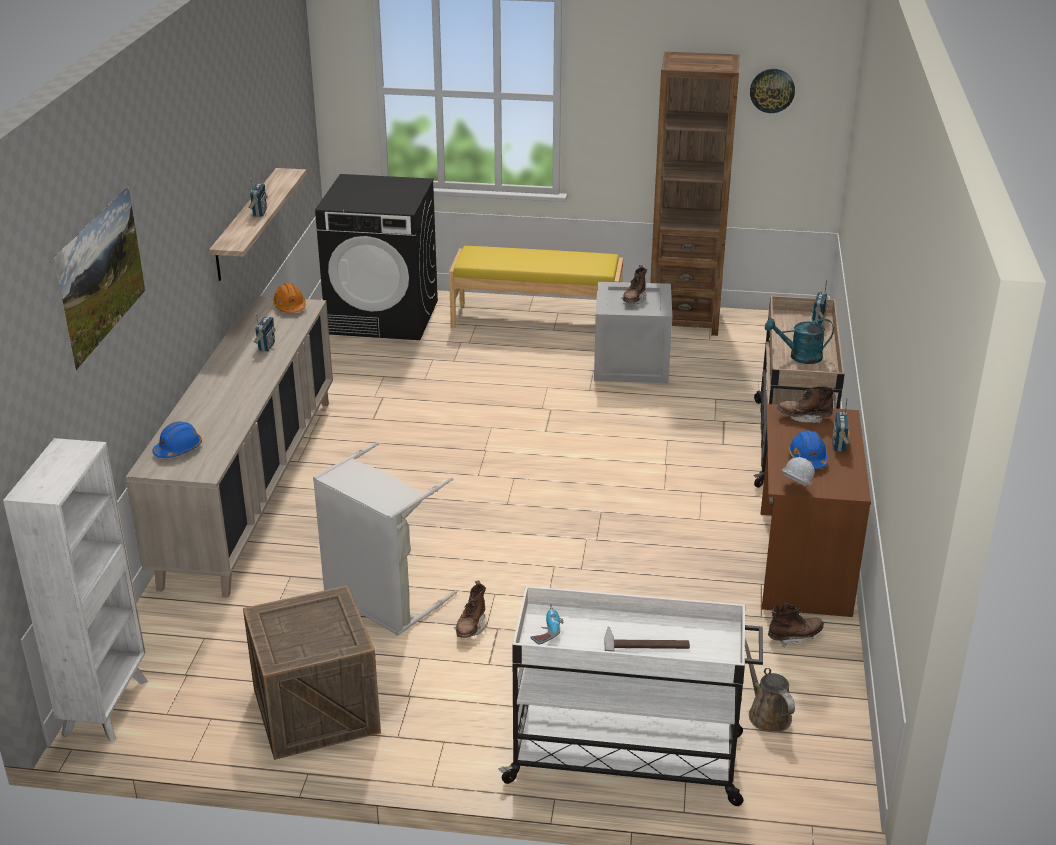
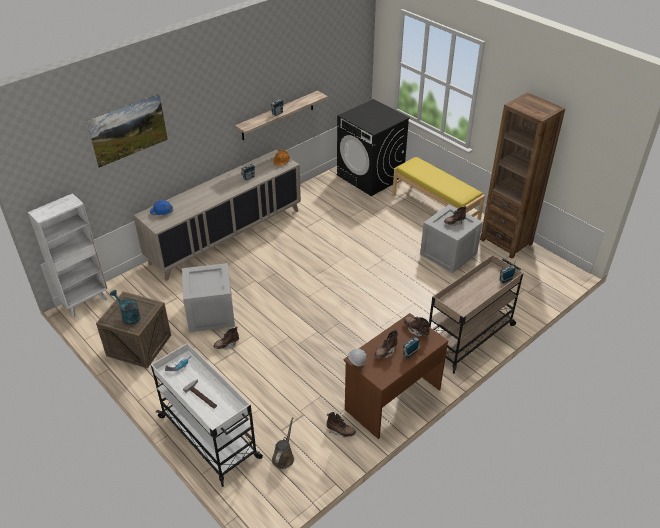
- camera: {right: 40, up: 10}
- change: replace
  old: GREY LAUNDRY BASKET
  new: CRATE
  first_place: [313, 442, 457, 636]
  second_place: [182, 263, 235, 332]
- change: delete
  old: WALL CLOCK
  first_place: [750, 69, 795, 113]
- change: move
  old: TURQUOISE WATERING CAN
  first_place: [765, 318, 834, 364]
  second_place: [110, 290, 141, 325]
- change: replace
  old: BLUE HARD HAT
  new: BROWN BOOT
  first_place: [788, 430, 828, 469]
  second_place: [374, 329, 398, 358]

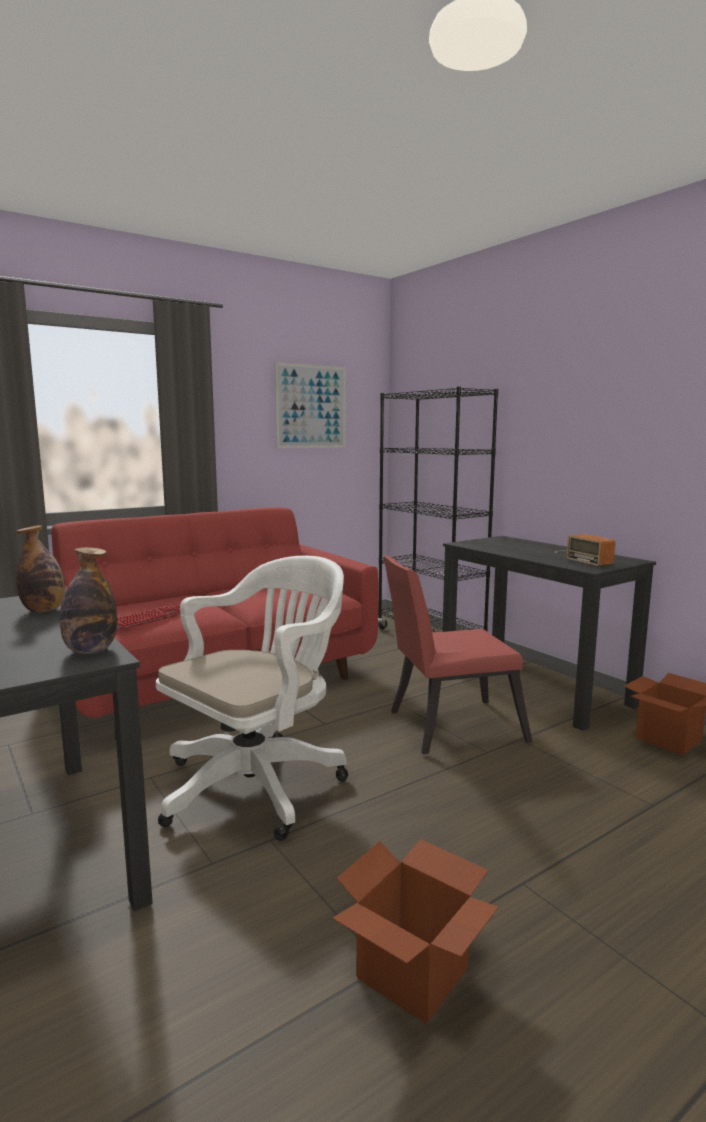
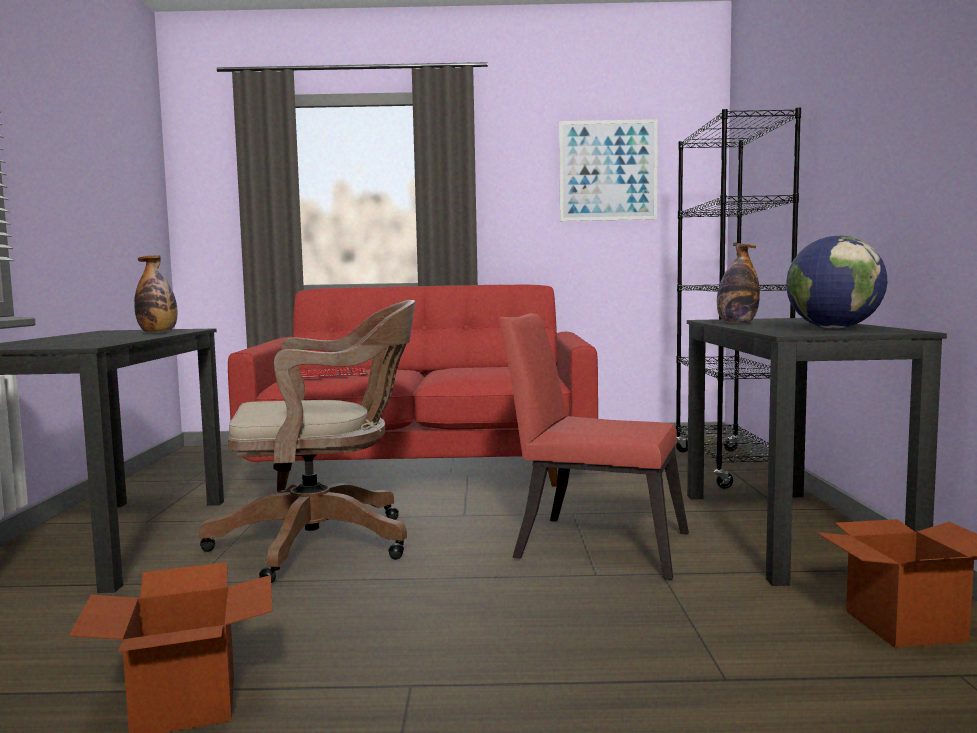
- camera: {right: 35, up: -5}
- change: move
  old: BOTTLE
  first_place: [59, 547, 117, 654]
  second_place: [717, 243, 760, 324]
- change: recolor
  old: WHITE OFFICE CHAIR
  new: BROWN OFFICE CHAIR
  first_place: [156, 556, 348, 841]
  second_place: [199, 300, 415, 583]
- change: replace
  old: RADIO
  new: GLOBE
  first_place: [555, 534, 616, 566]
  second_place: [786, 236, 887, 329]

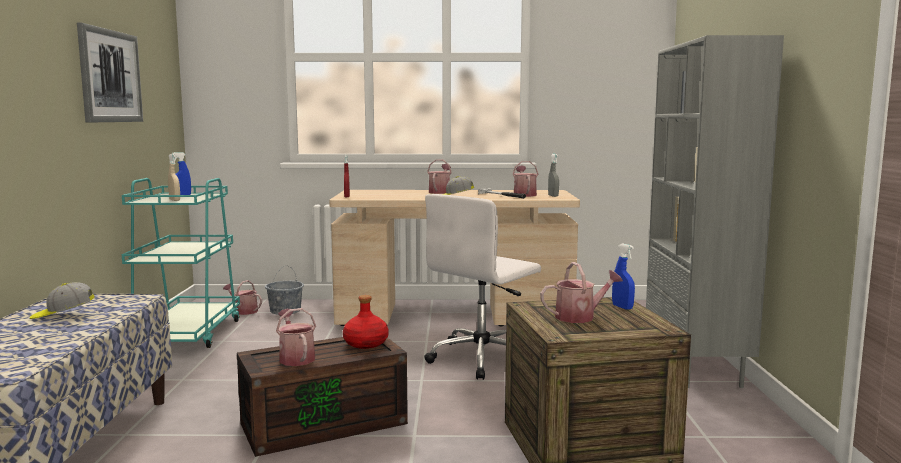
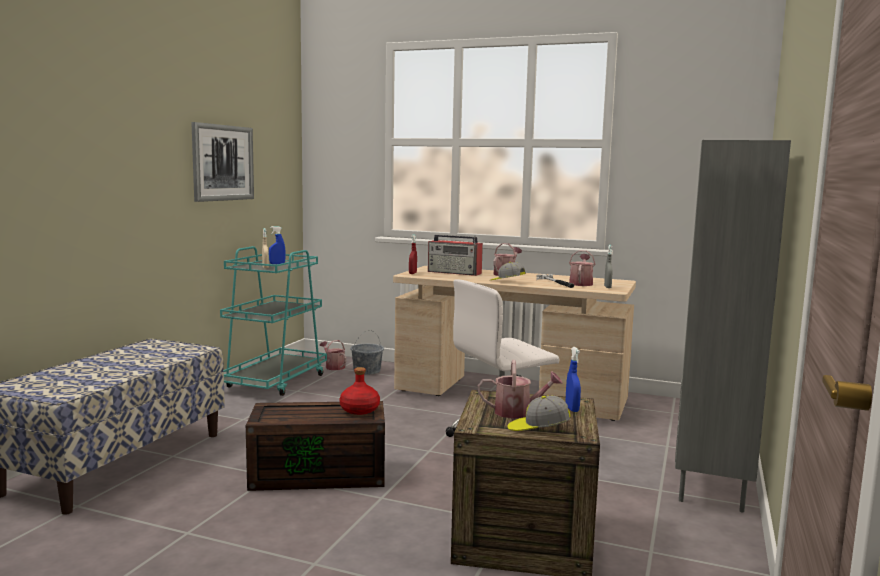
- camera: {right: 20, up: 0}
- change: move
  old: CAP
  first_place: [30, 282, 95, 319]
  second_place: [508, 396, 571, 431]
- change: delete
  old: WATERING CAN
  first_place: [276, 308, 316, 366]
- change: insert
  new: RADIO
  second_place: [428, 235, 483, 276]

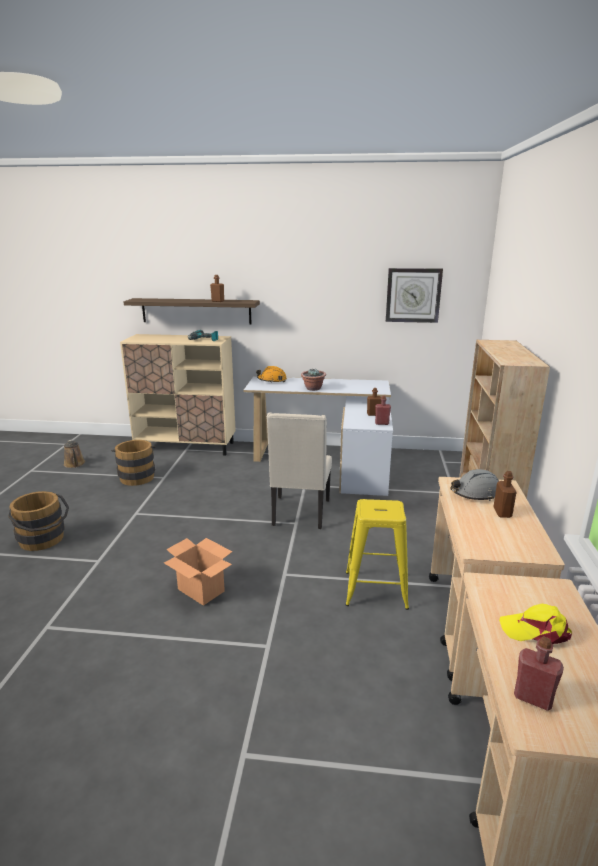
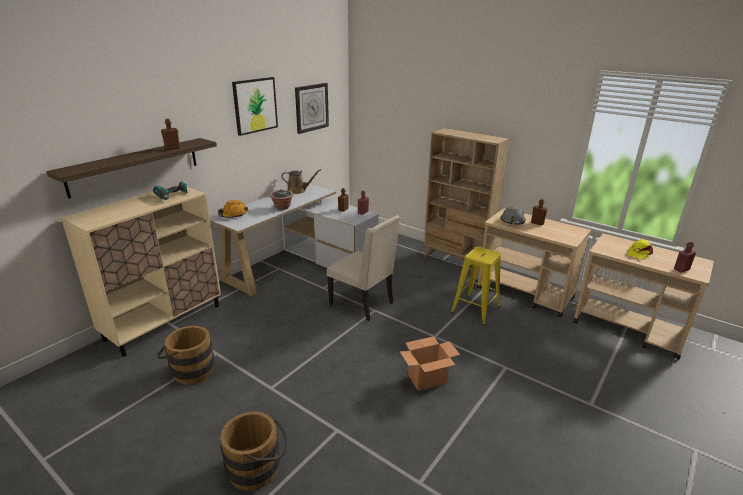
- camera: {right: -60, up: 5}
- change: move
  old: BROWN WATERING CAN
  first_place: [64, 440, 86, 468]
  second_place: [281, 169, 321, 194]
- change: insert
  new: PICTURE
  second_place: [232, 77, 278, 136]

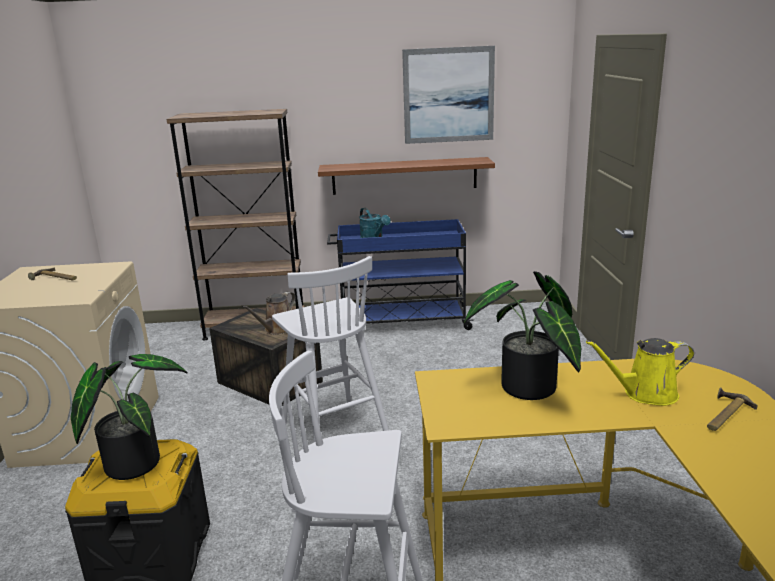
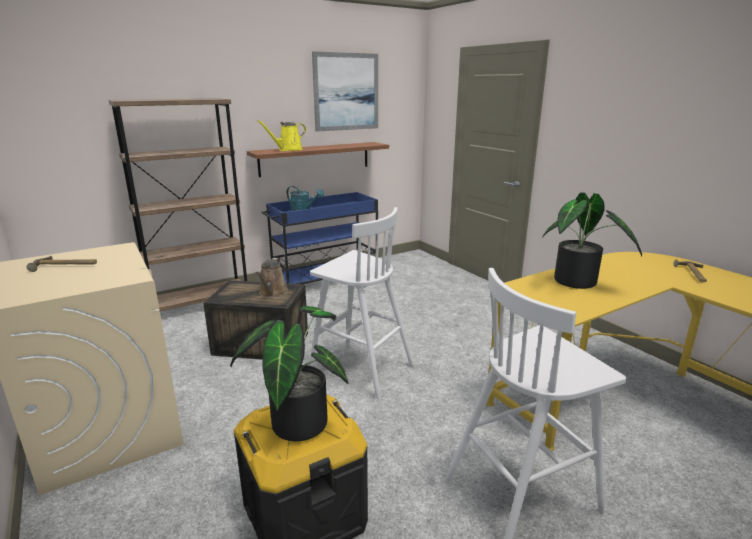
- camera: {right: -30, up: 0}
- change: move
  old: YELLOW WATERING CAN
  first_place: [586, 338, 694, 406]
  second_place: [257, 120, 306, 151]

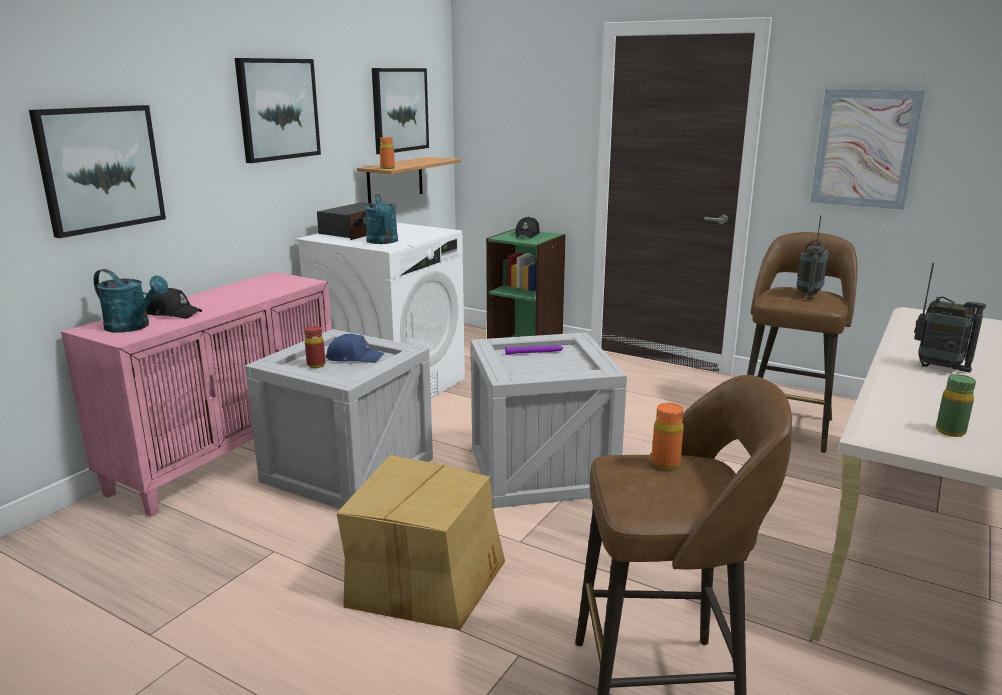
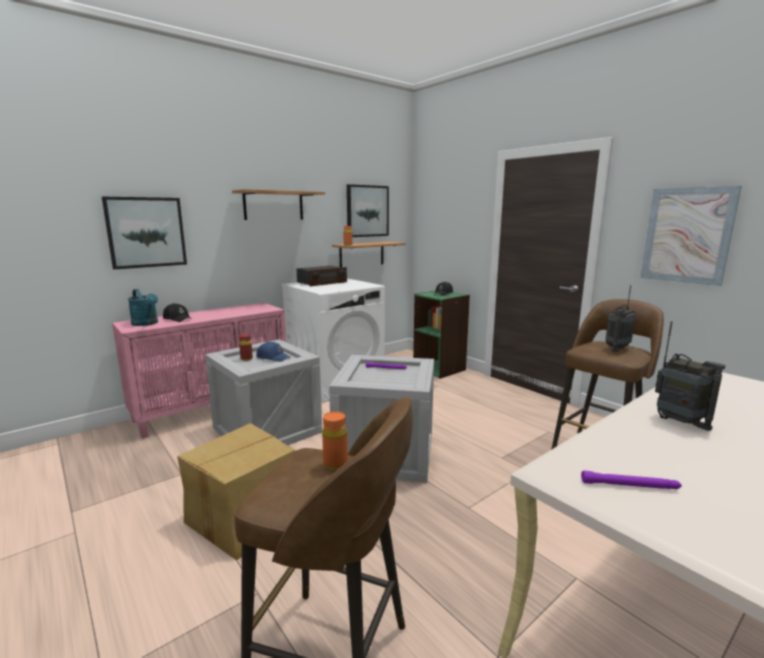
- camera: {right: 20, up: -5}
- change: replace
  old: PICTURE
  new: SHELF
  first_place: [235, 58, 321, 163]
  second_place: [232, 189, 325, 220]
- change: delete
  old: TURQUOISE WATERING CAN
  first_place: [365, 194, 398, 244]
- change: replace
  old: GREEN BOTTLE
  new: PURPLE FLASHLIGHT
  first_place: [936, 374, 976, 437]
  second_place: [581, 471, 682, 489]

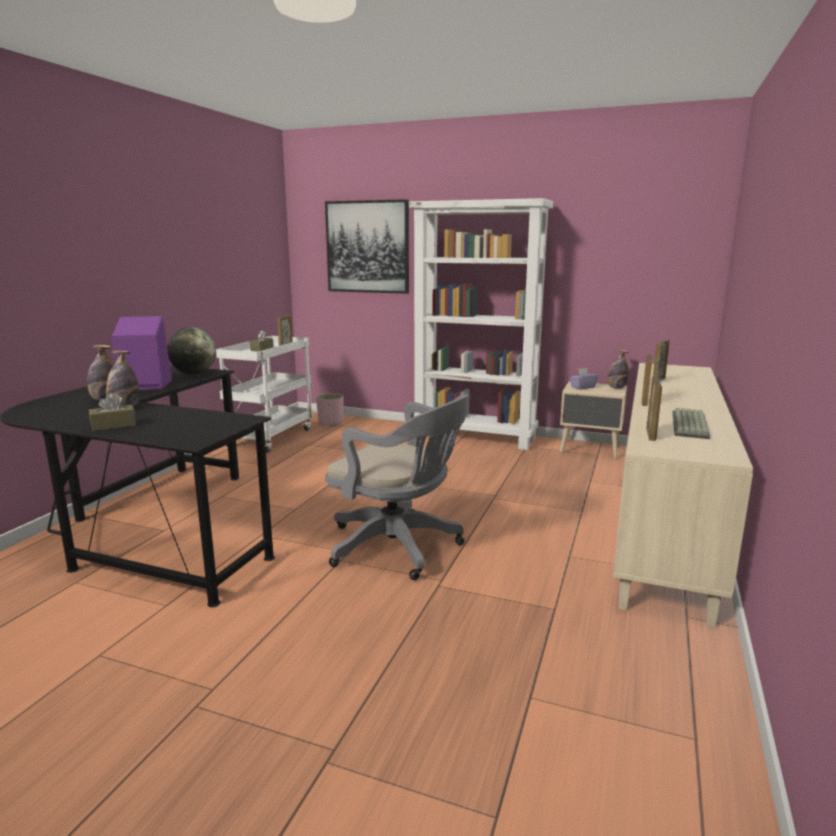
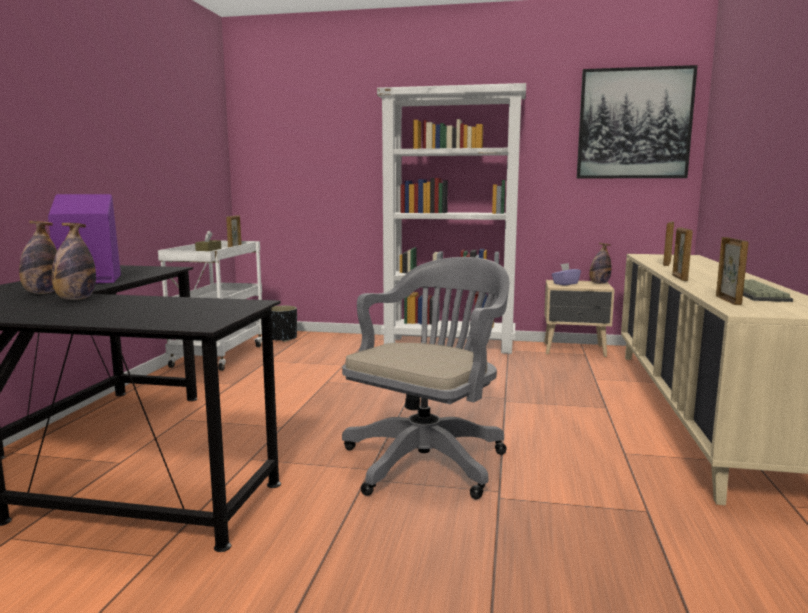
- camera: {right: -10, up: -5}
- change: delete
  old: BROWN TISSUE BOX
  first_place: [89, 393, 136, 431]
- change: delete
  old: GLOBE
  first_place: [167, 327, 216, 375]
- change: recolor
  old: PINK PLANTER
  new: BLACK PLANTER
  first_place: [316, 393, 343, 426]
  second_place: [271, 306, 297, 342]
- change: move
  old: PICTURE
  first_place: [325, 199, 409, 294]
  second_place: [577, 65, 698, 178]
- change: rotate
  old: GREY OFFICE CHAIR
  first_place: [325, 394, 469, 580]
  second_place: [342, 257, 510, 499]
  degrees: -75

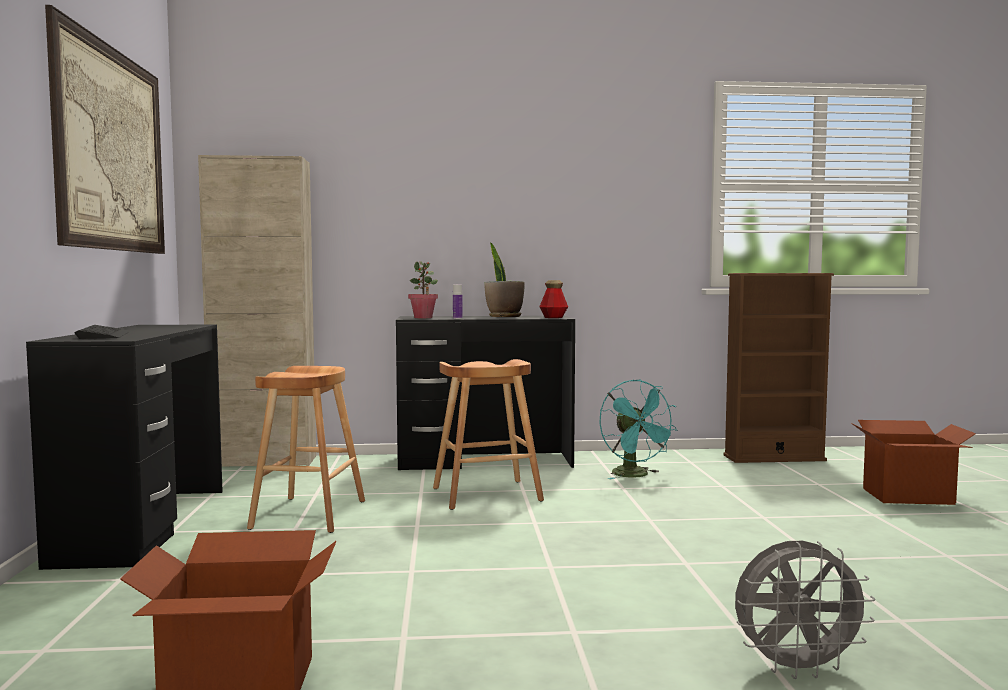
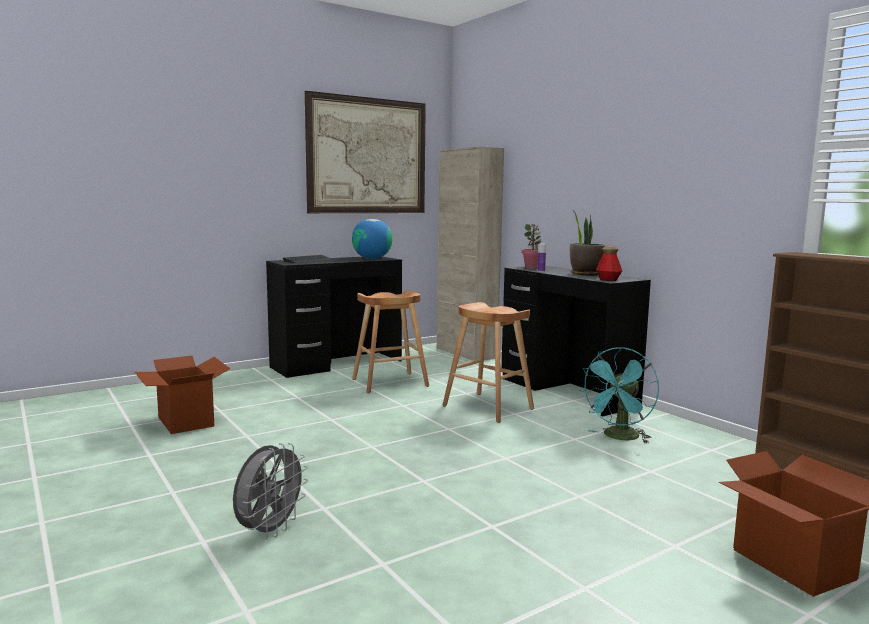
- camera: {right: 60, up: 5}
- change: rotate
  old: GREY FAN
  first_place: [735, 541, 875, 679]
  second_place: [233, 443, 308, 539]
  degrees: -120
- change: insert
  new: GLOBE
  second_place: [352, 219, 392, 259]

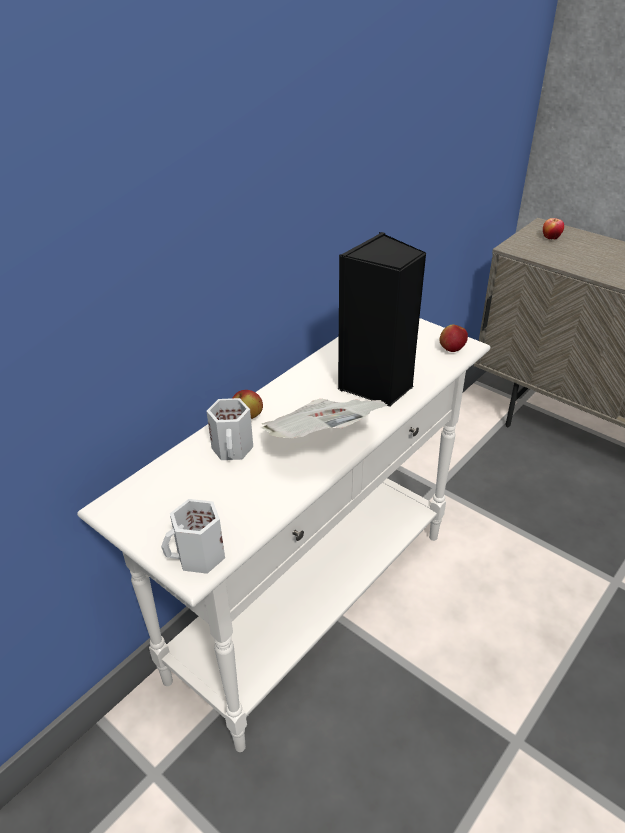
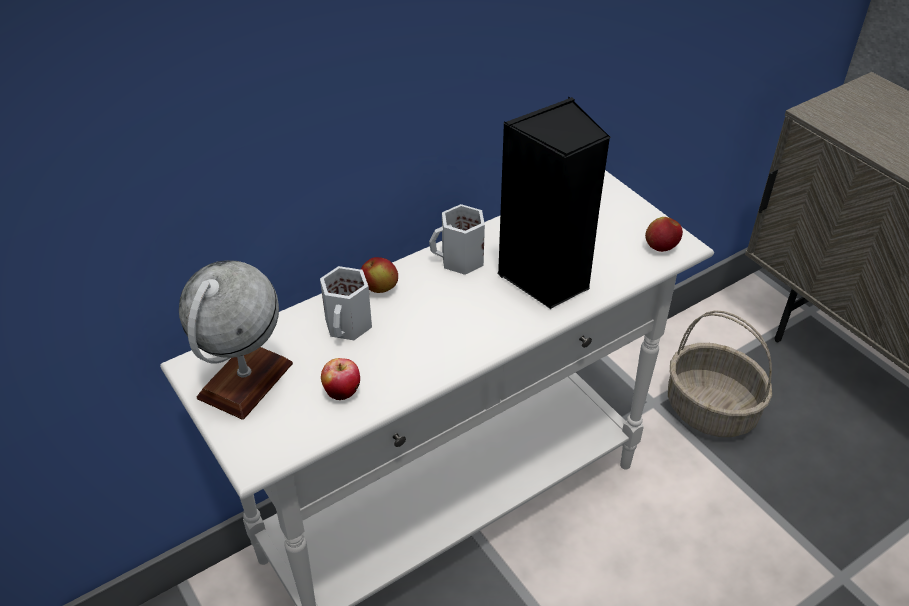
- camera: {right: 15, up: 5}
- change: move
  old: WHITE MUG
  first_place: [161, 499, 225, 574]
  second_place: [429, 204, 485, 275]
- change: delete
  old: NEWSPAPER
  first_place: [262, 398, 388, 438]
- change: move
  old: APPLE
  first_place: [543, 218, 564, 239]
  second_place: [321, 358, 360, 400]
- change: insert
  new: GLOBE
  second_place: [179, 260, 293, 420]
- change: insert
  new: BASKET
  second_place: [668, 310, 772, 437]

